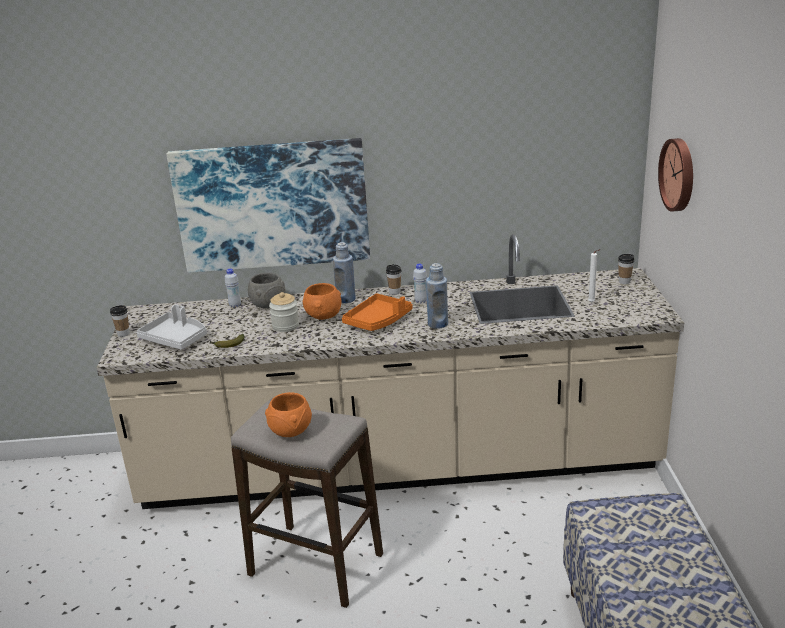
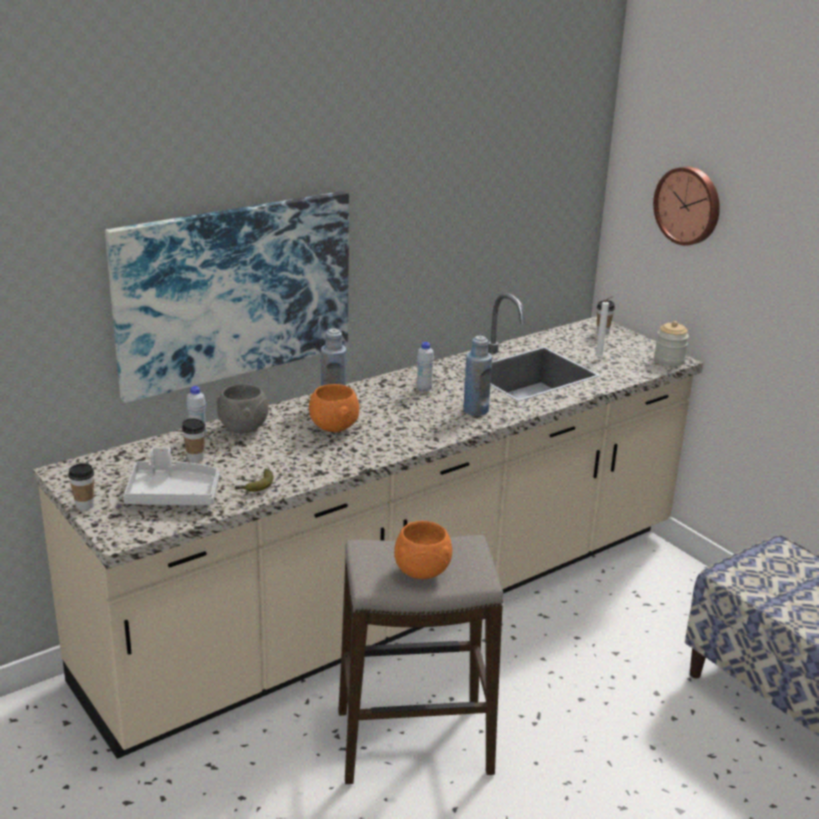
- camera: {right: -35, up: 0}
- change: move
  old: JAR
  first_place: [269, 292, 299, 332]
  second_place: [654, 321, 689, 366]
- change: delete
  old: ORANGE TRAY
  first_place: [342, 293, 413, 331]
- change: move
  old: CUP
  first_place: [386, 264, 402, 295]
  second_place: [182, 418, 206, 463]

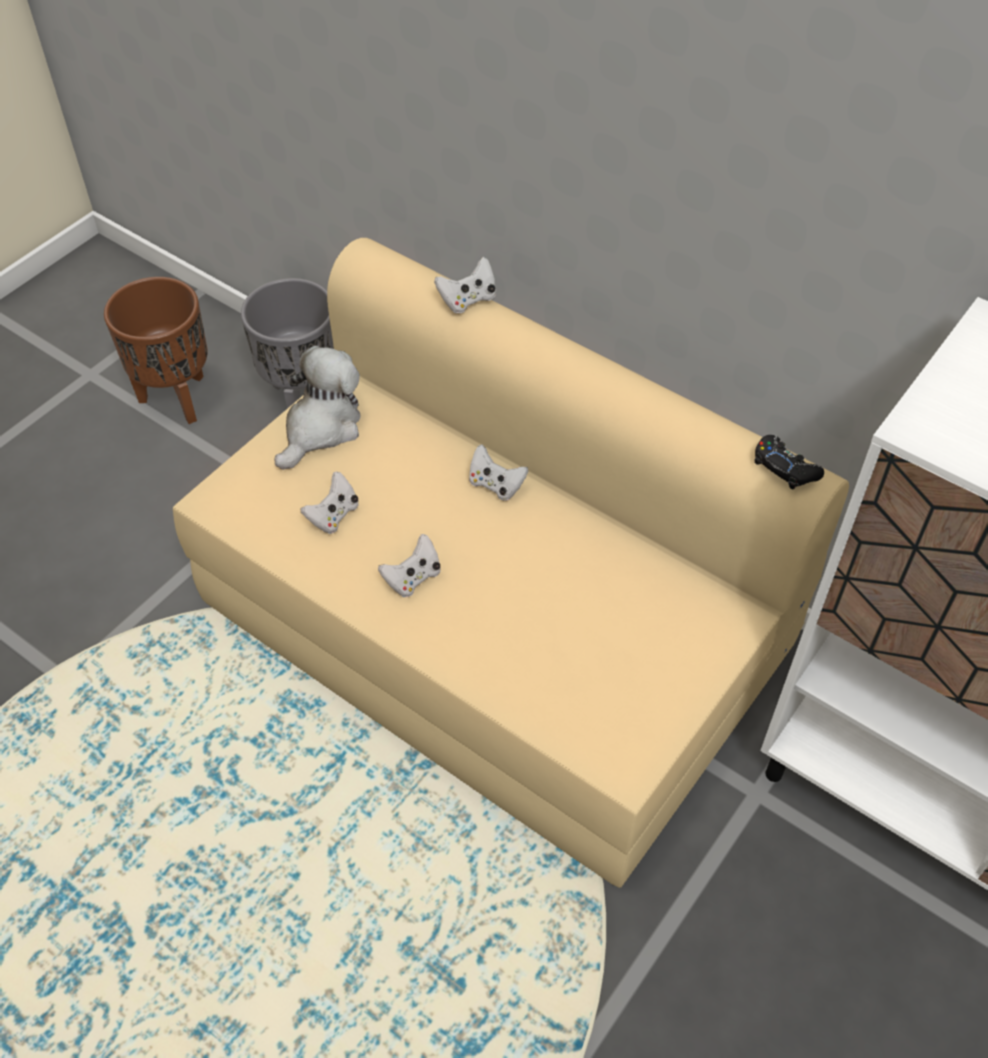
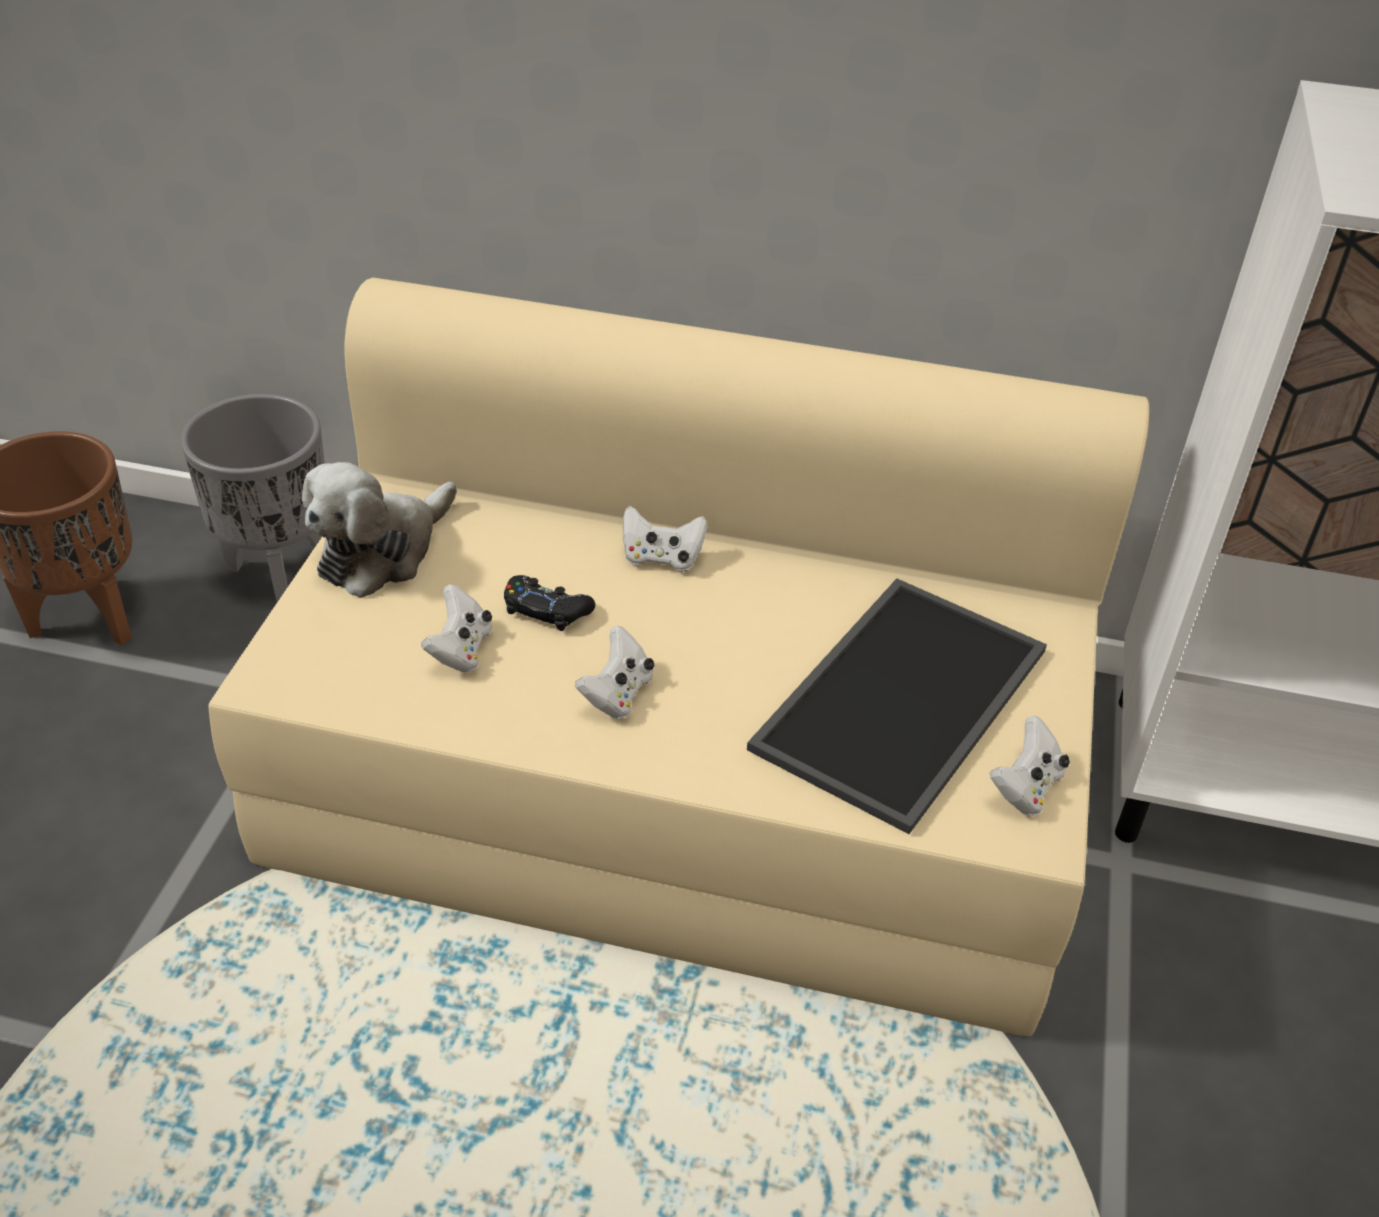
- camera: {right: -25, up: -10}
- change: rotate
  old: PLUSH TOY
  first_place: [274, 346, 361, 470]
  second_place: [302, 462, 457, 598]
  degrees: -150
- change: move
  old: WHITE GAME CONTROLLER
  first_place: [434, 257, 496, 314]
  second_place: [990, 716, 1070, 816]
- change: move
  old: BLACK GAME CONTROLLER
  first_place: [754, 435, 824, 490]
  second_place: [504, 575, 595, 631]
- change: insert
  new: TRAY
  second_place: [747, 578, 1047, 834]

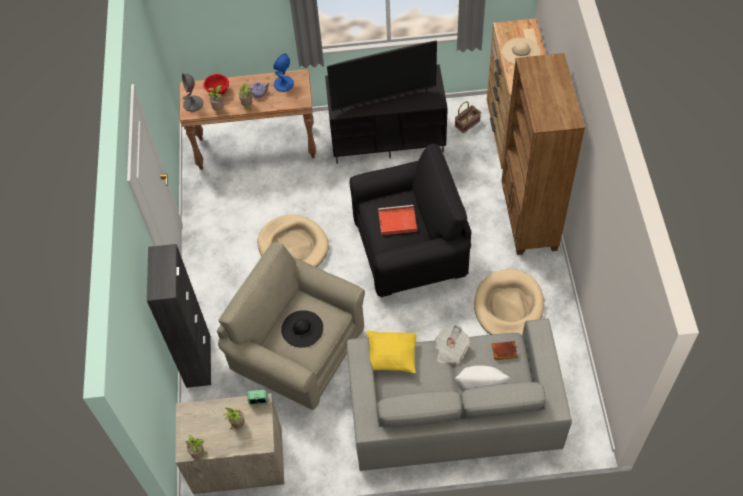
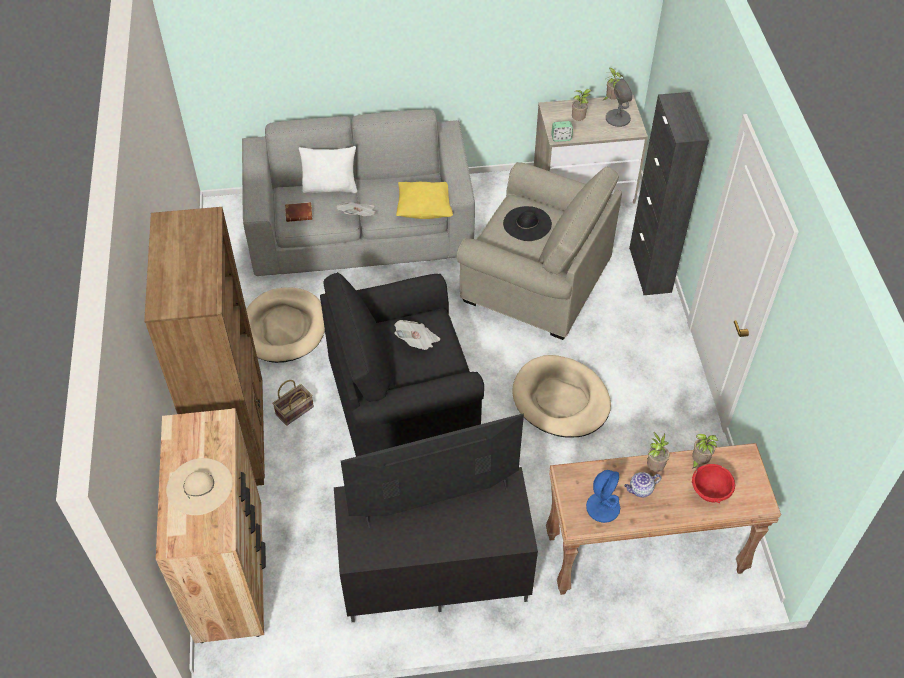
- camera: {right: 175, up: -5}
- change: move
  old: GREY TABLE LAMP
  first_place: [182, 73, 204, 112]
  second_place: [606, 79, 632, 127]
- change: replace
  old: RED TRAY
  new: NEWSPAPER
  first_place: [378, 205, 417, 235]
  second_place: [394, 320, 440, 350]
- change: move
  old: BASKET
  first_place: [455, 101, 481, 134]
  second_place: [272, 380, 314, 426]

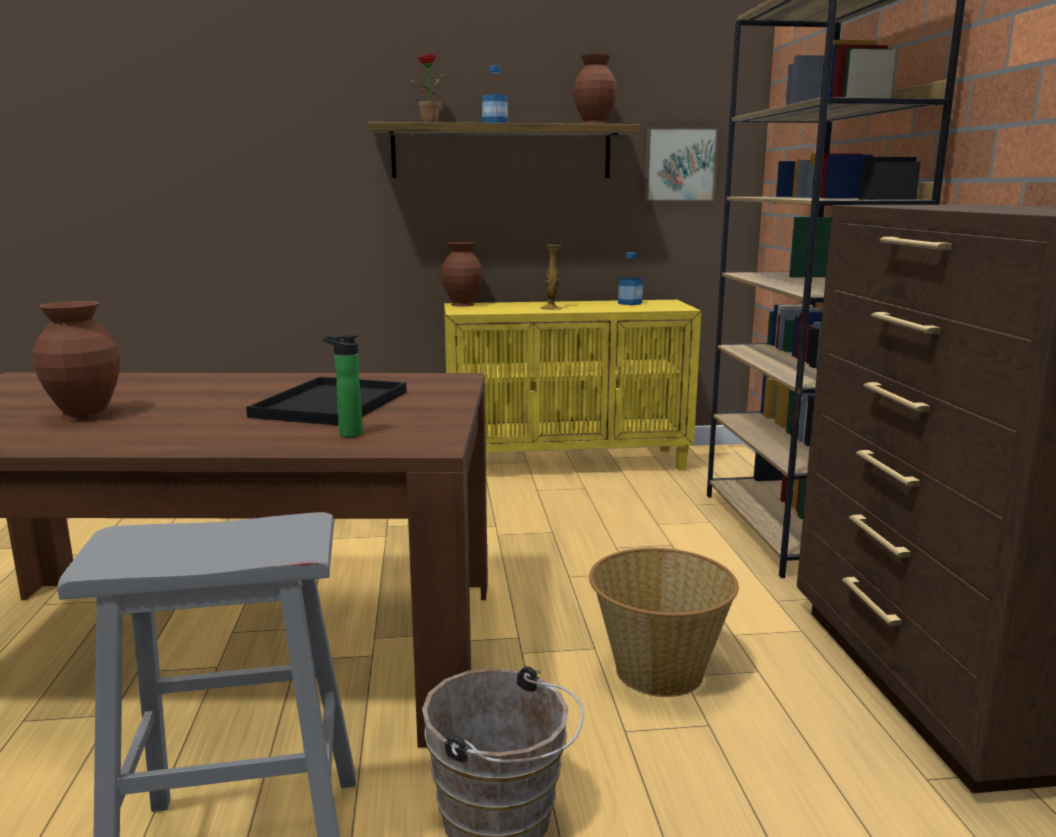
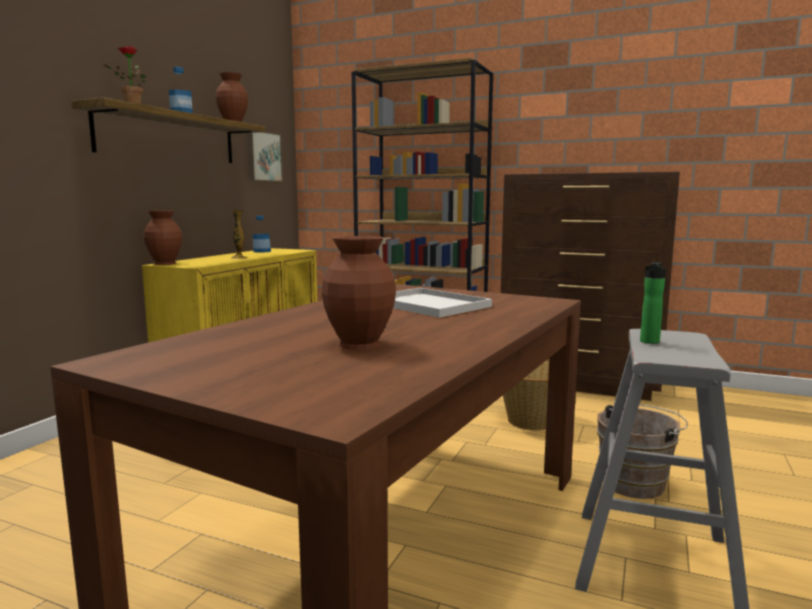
- camera: {right: -60, up: -5}
- change: recolor
  old: BLACK TRAY
  new: WHITE TRAY
  first_place: [246, 377, 407, 426]
  second_place: [393, 288, 492, 318]
- change: move
  old: BOTTLE
  first_place: [323, 334, 363, 437]
  second_place: [640, 262, 666, 344]

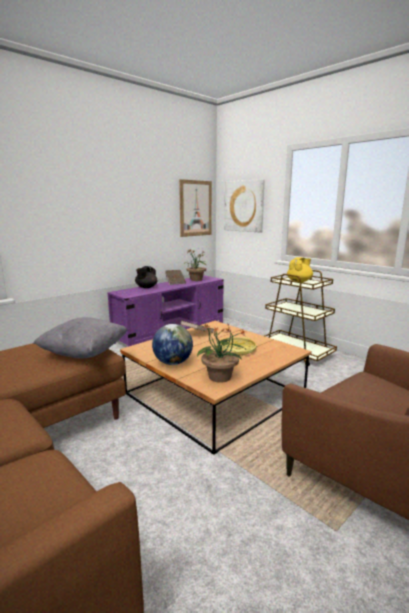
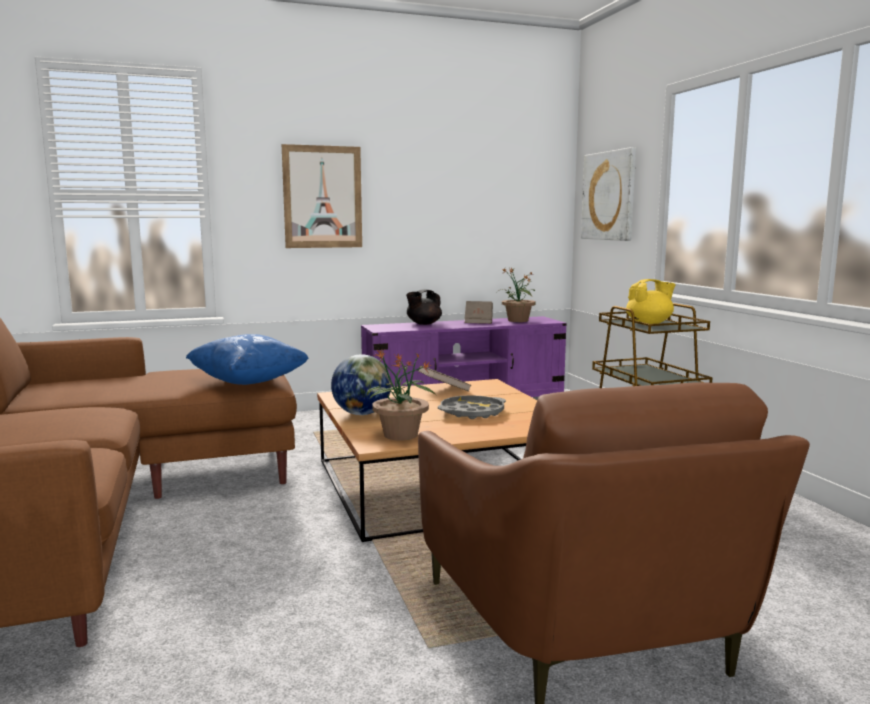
- camera: {right: 25, up: -5}
- change: recolor
  old: GREY PILLOW
  new: BLUE PILLOW
  first_place: [33, 317, 128, 358]
  second_place: [186, 334, 309, 385]
- change: move
  old: PICTURE
  first_place: [179, 179, 212, 237]
  second_place: [282, 144, 362, 248]
- change: recolor
  old: YELLOW TRAY
  new: GREY TRAY
  first_place: [217, 337, 256, 355]
  second_place: [438, 395, 506, 419]

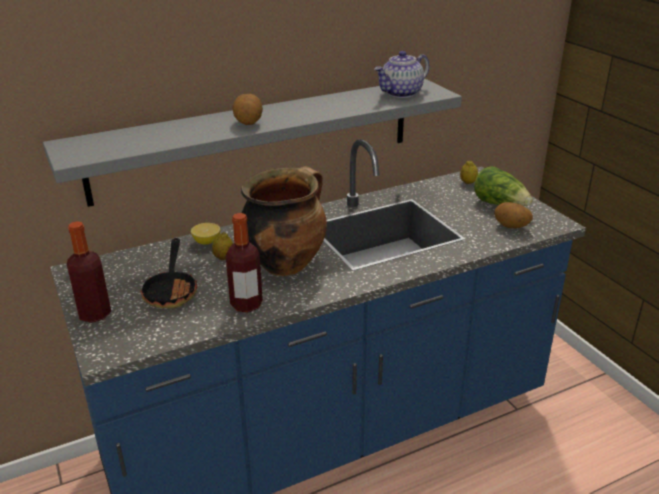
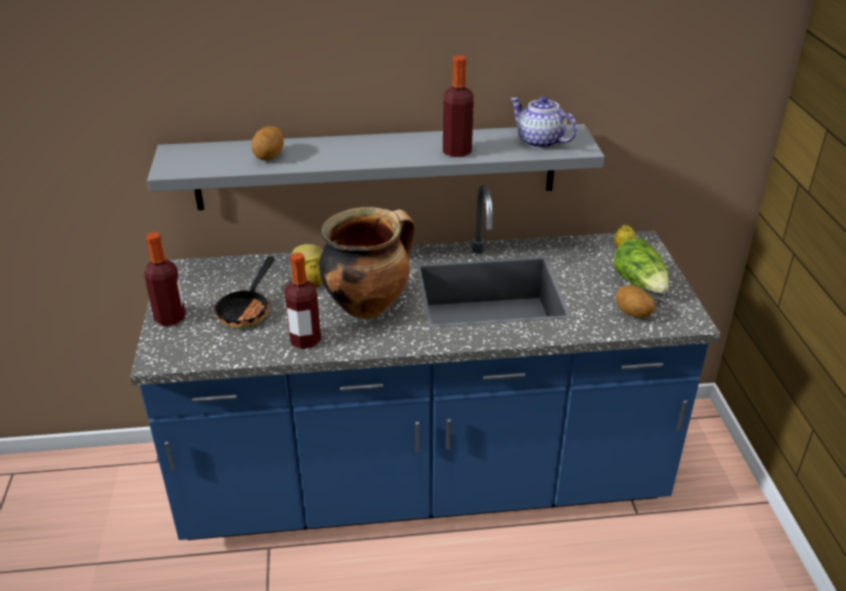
- camera: {right: 20, up: 5}
- change: move
  old: POTATO
  first_place: [233, 94, 263, 125]
  second_place: [251, 126, 284, 161]
- change: rotate
  old: TEAPOT
  first_place: [374, 51, 429, 98]
  second_place: [510, 96, 577, 149]
  degrees: 60
- change: insert
  new: BOTTLE
  second_place: [443, 56, 474, 157]

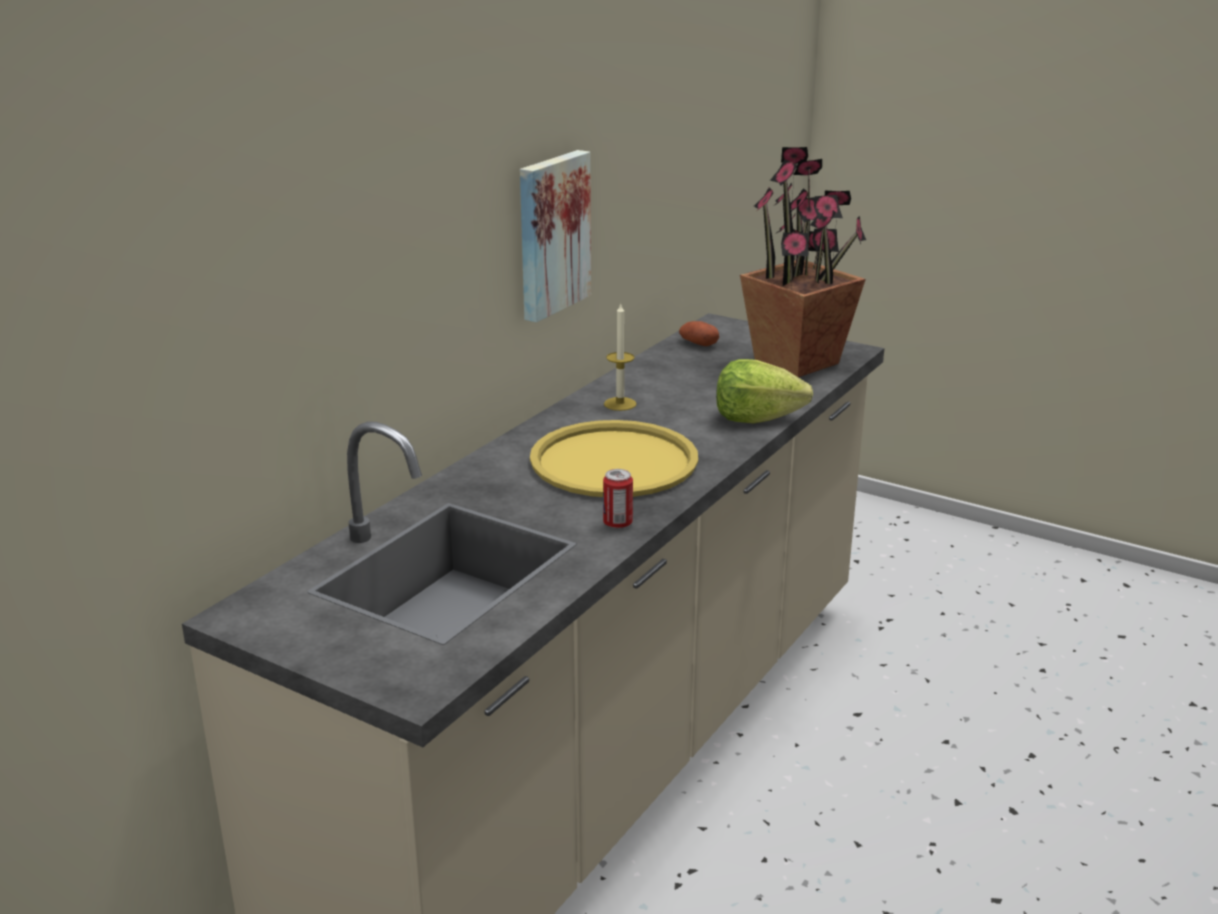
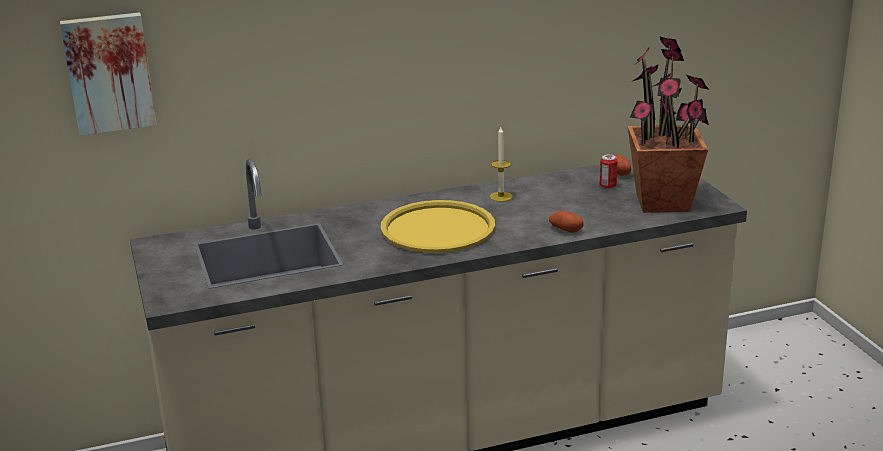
- camera: {right: 40, up: 0}
- change: move
  old: PICTURE
  first_place: [520, 150, 591, 322]
  second_place: [60, 12, 157, 136]
- change: move
  old: CAN
  first_place: [603, 469, 633, 529]
  second_place: [600, 154, 618, 189]
- change: replace
  old: LETTUCE
  new: POTATO
  first_place: [716, 359, 813, 424]
  second_place: [549, 211, 584, 233]

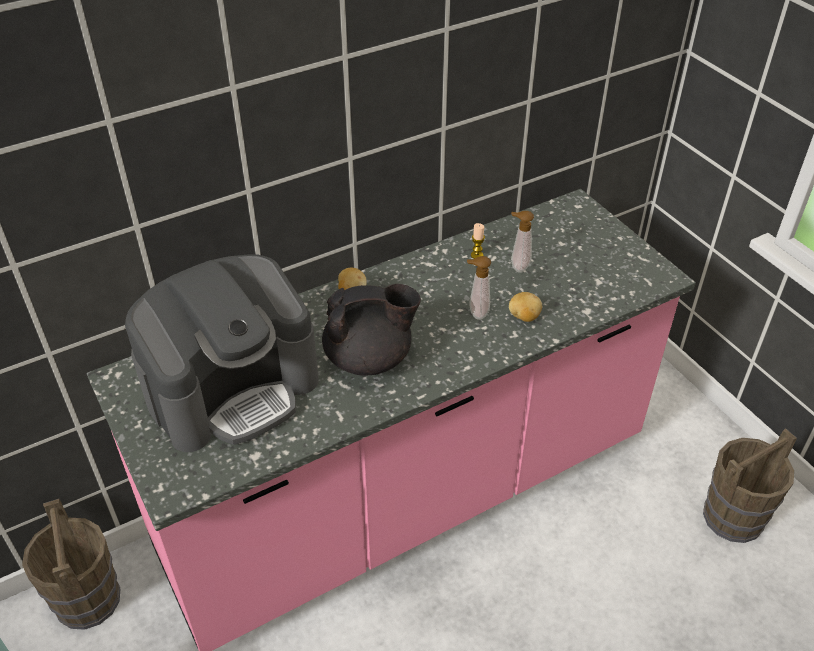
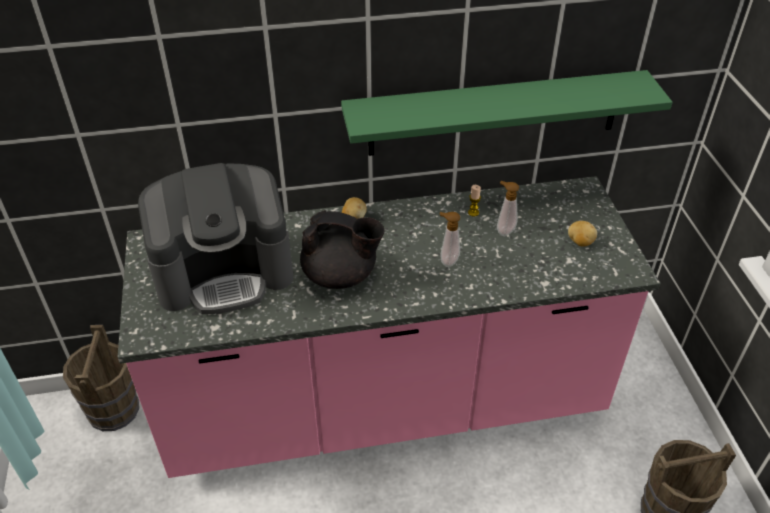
- camera: {right: 20, up: 0}
- change: move
  old: POTATO
  first_place: [509, 292, 542, 322]
  second_place: [568, 221, 597, 247]
- change: insert
  new: GREEN SHELF
  second_place: [341, 70, 672, 156]

